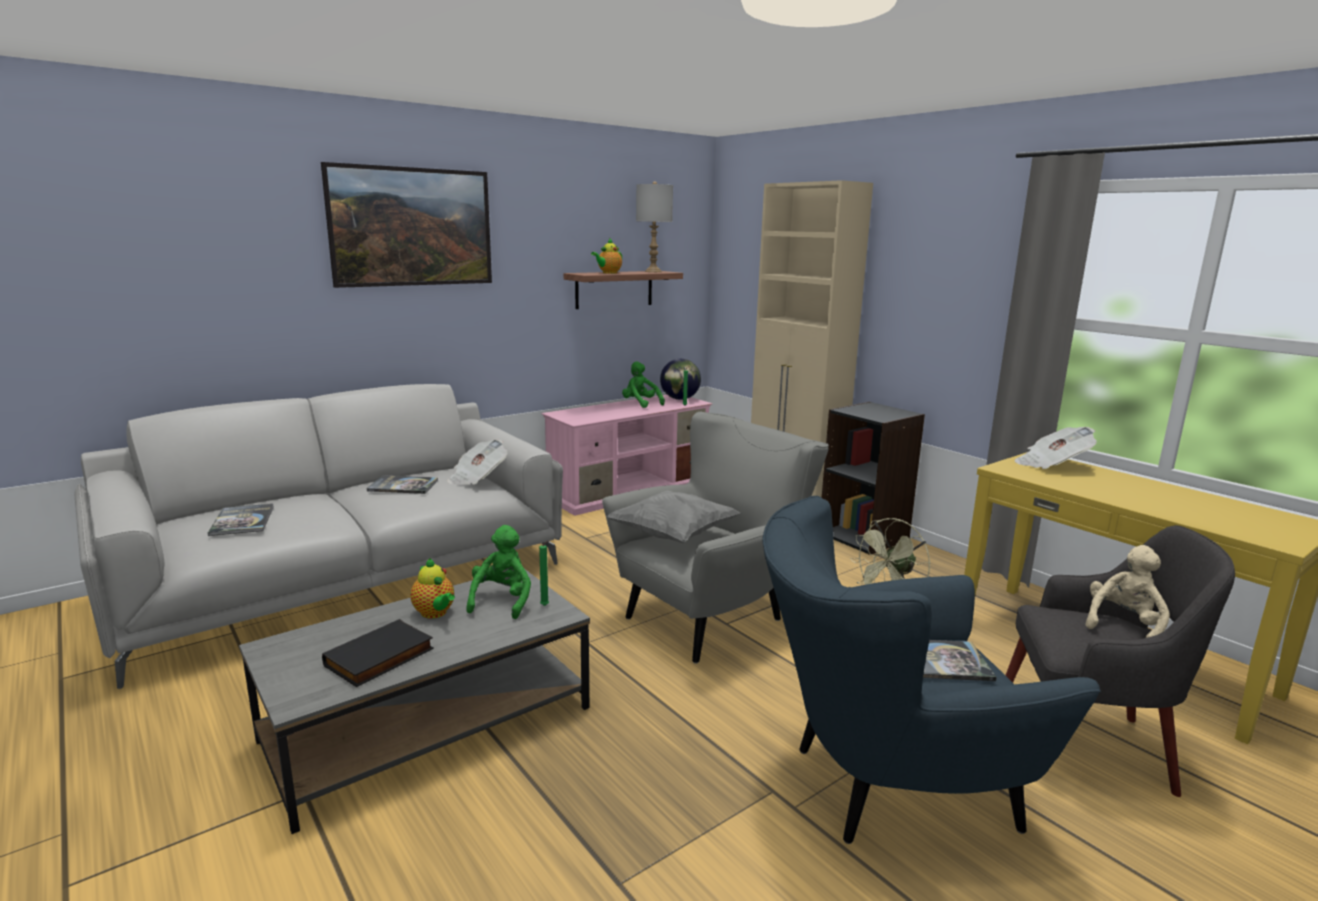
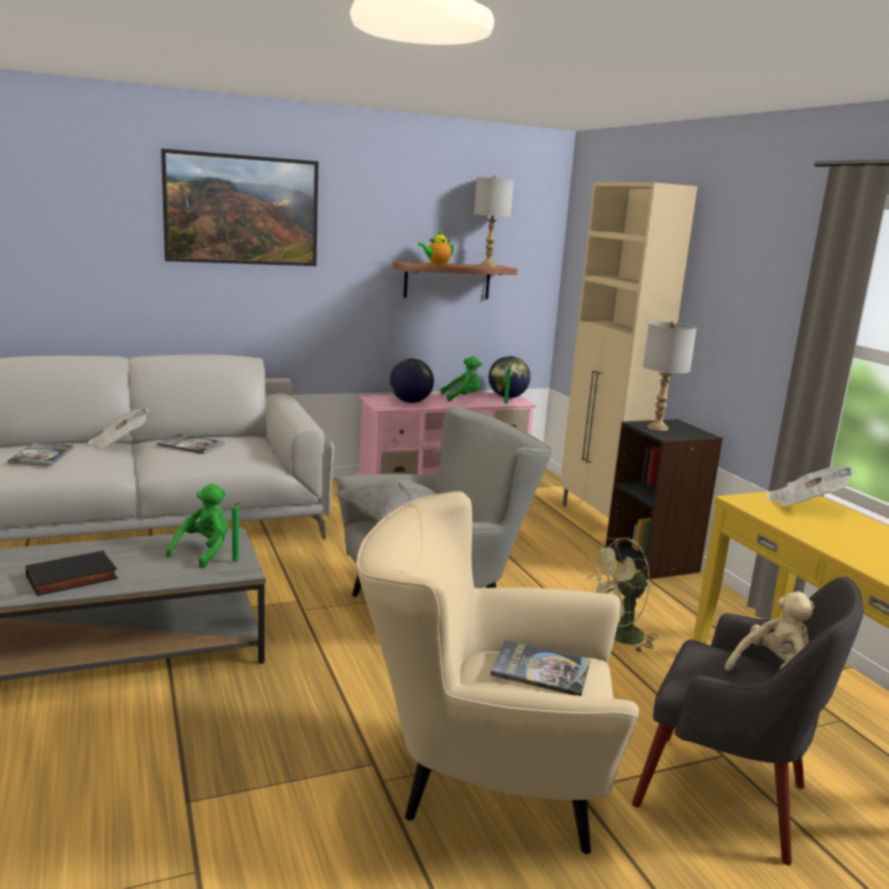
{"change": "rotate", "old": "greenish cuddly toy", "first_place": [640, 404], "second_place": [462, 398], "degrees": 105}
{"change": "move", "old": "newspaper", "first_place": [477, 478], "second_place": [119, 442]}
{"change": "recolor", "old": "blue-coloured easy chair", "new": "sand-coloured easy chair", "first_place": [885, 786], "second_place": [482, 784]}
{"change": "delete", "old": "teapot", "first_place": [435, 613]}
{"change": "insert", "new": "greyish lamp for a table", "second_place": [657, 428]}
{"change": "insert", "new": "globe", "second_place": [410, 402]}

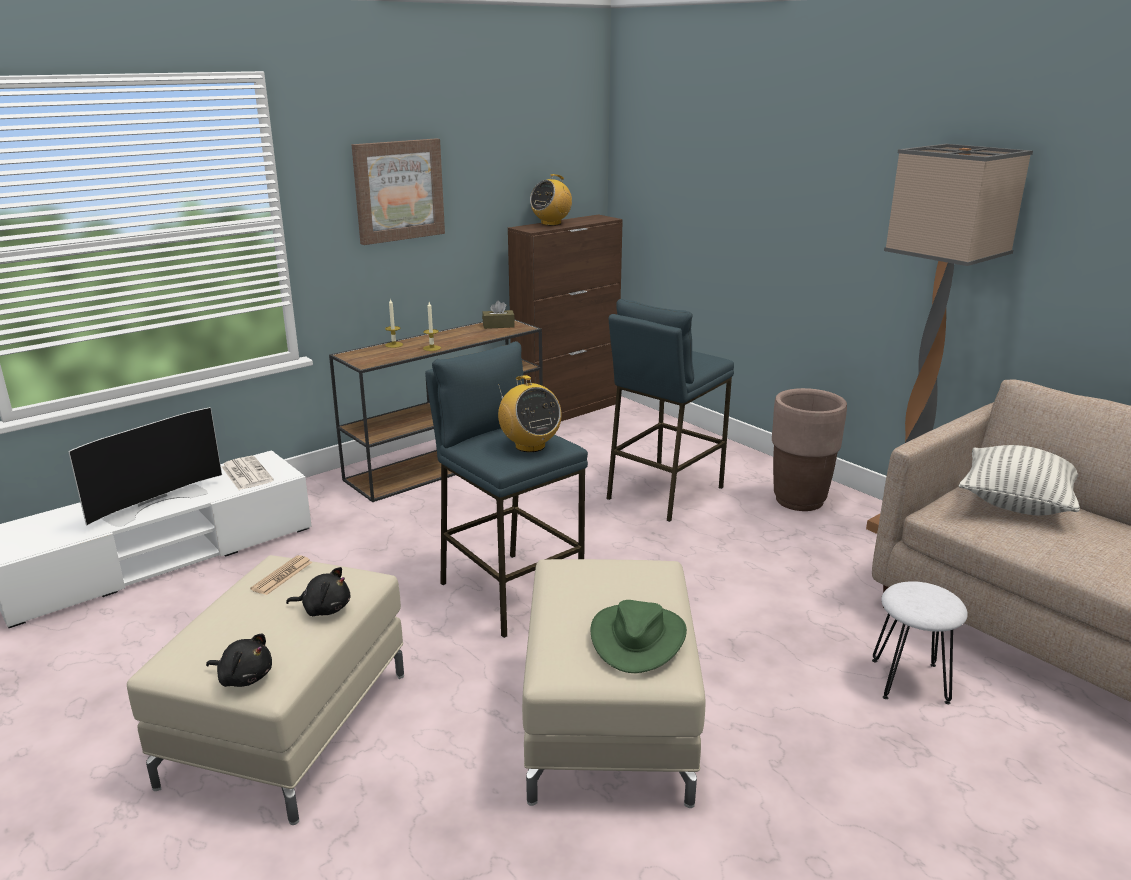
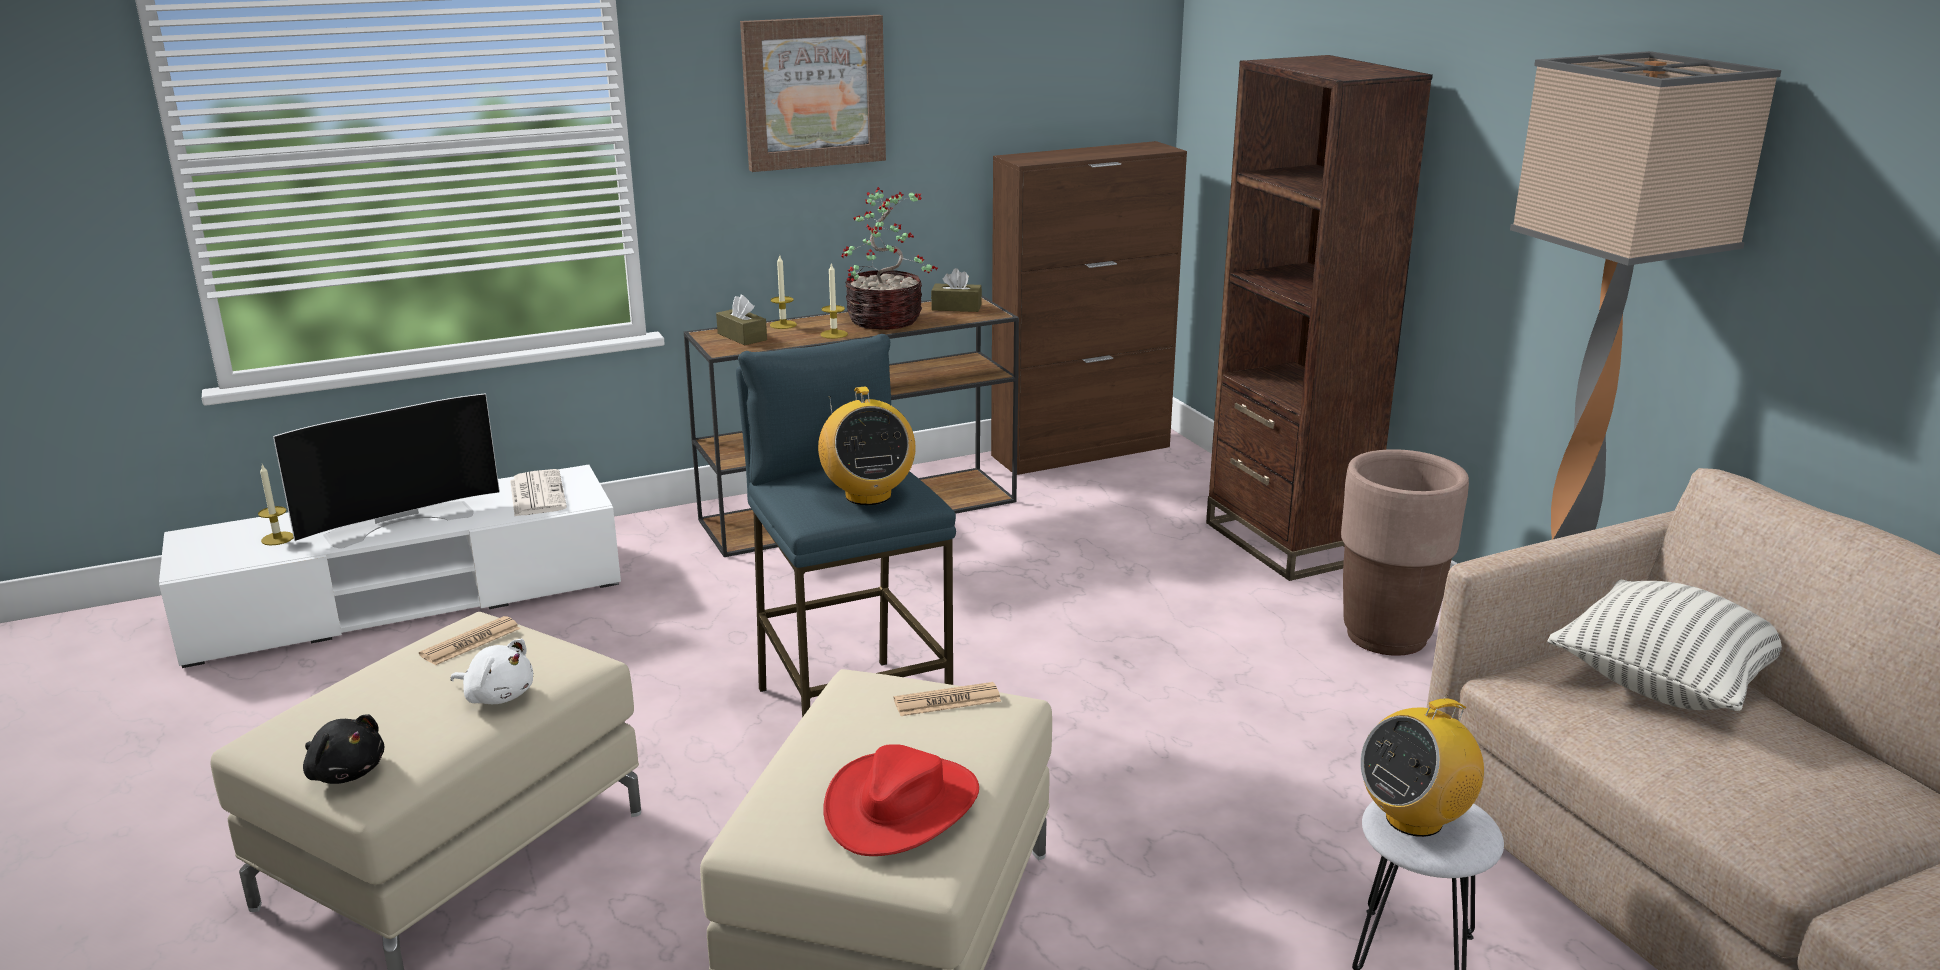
{"change": "move", "old": "radio set", "first_place": [551, 223], "second_place": [1414, 819]}
{"change": "delete", "old": "blue-coloured stool", "first_place": [663, 492]}
{"change": "recolor", "old": "black-coloured cuddly toy", "new": "whitish cuddly toy", "first_place": [324, 609], "second_place": [497, 696]}
{"change": "recolor", "old": "greenish hat", "new": "red-coloured hat", "first_place": [637, 638], "second_place": [901, 805]}
{"change": "insert", "new": "brownish bookcase", "second_place": [1286, 542]}
{"change": "insert", "new": "potted plant", "second_place": [887, 320]}
{"change": "insert", "new": "brownish box of tissues", "second_place": [742, 337]}
{"change": "insert", "new": "candle", "second_place": [277, 538]}
{"change": "insert", "new": "newspaper", "second_place": [947, 701]}

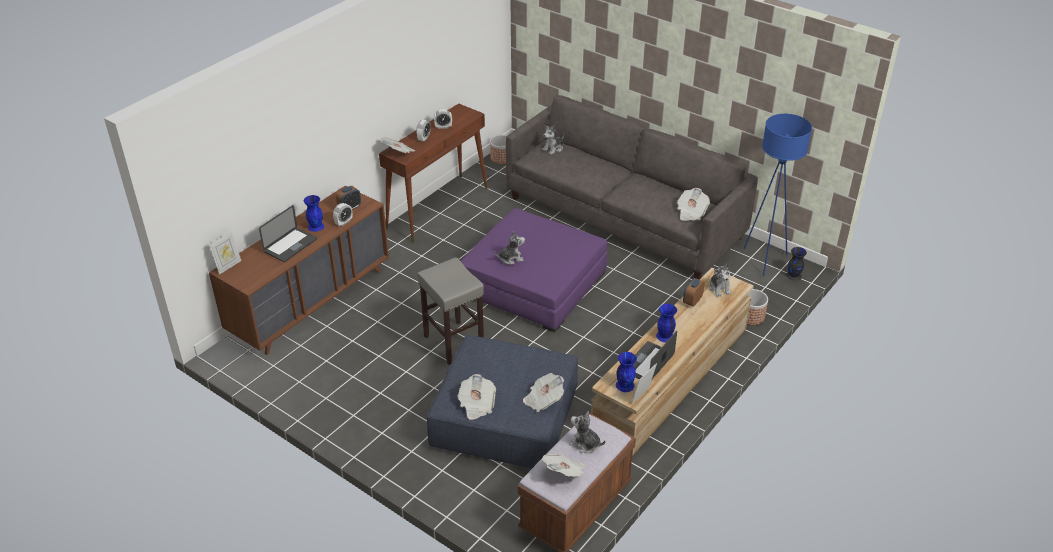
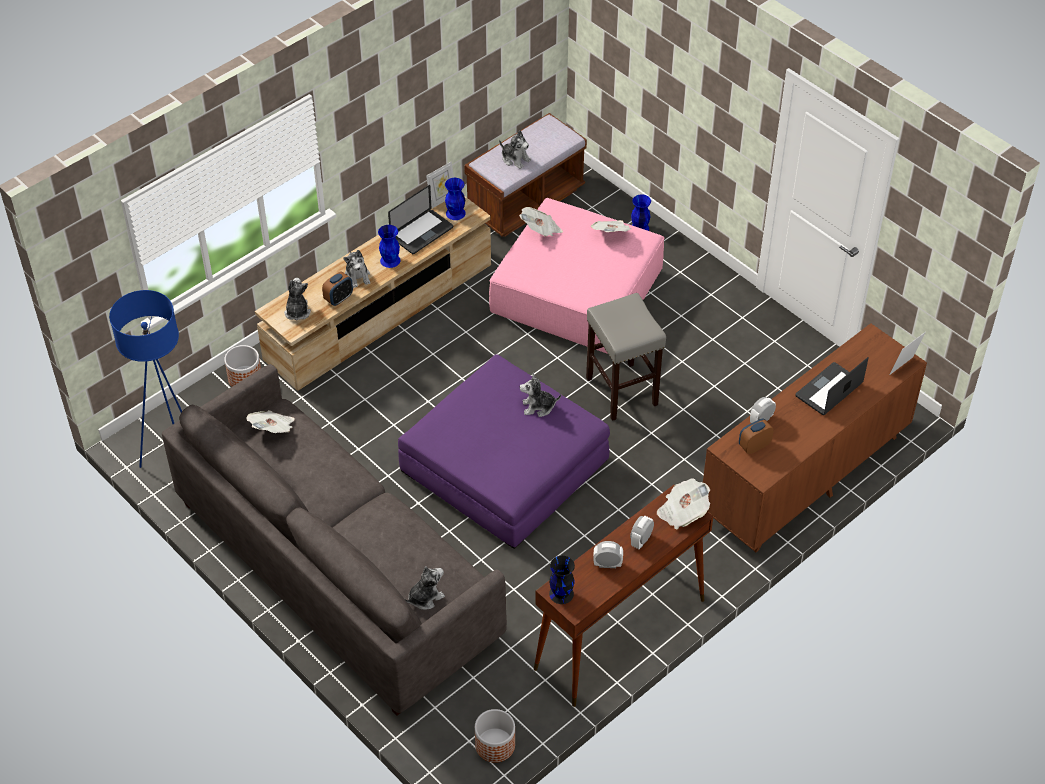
{"change": "move", "old": "blue-coloured flower vase", "first_place": [316, 226], "second_place": [639, 228]}
{"change": "move", "old": "black-coloured flower vase", "first_place": [794, 276], "second_place": [561, 593]}
{"change": "recolor", "old": "blue-coloured ottoman", "new": "pink ottoman", "first_place": [504, 418], "second_place": [577, 293]}
{"change": "delete", "old": "newspaper", "first_place": [565, 472]}
{"change": "insert", "new": "cuddly toy", "second_place": [357, 276]}

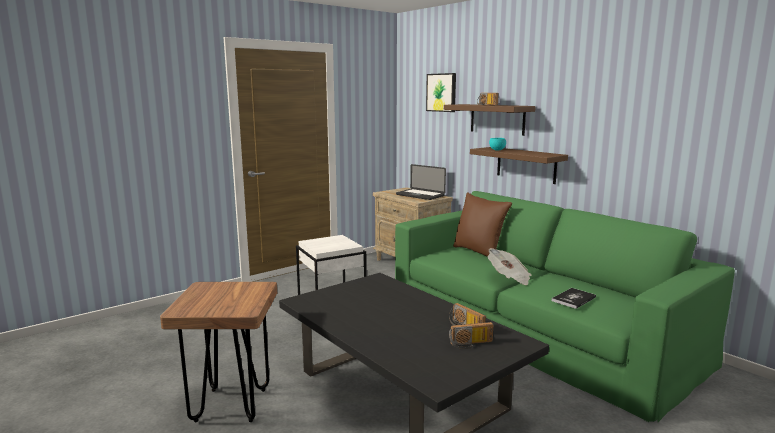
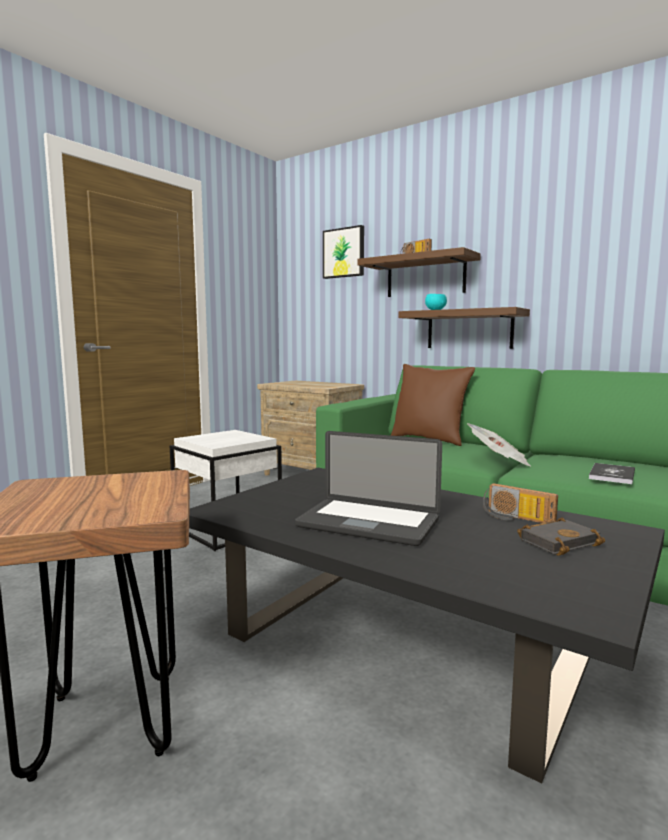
{"change": "move", "old": "laptop", "first_place": [420, 195], "second_place": [368, 523]}
{"change": "replace", "old": "radio set", "new": "black-coloured book", "first_place": [471, 344], "second_place": [558, 541]}

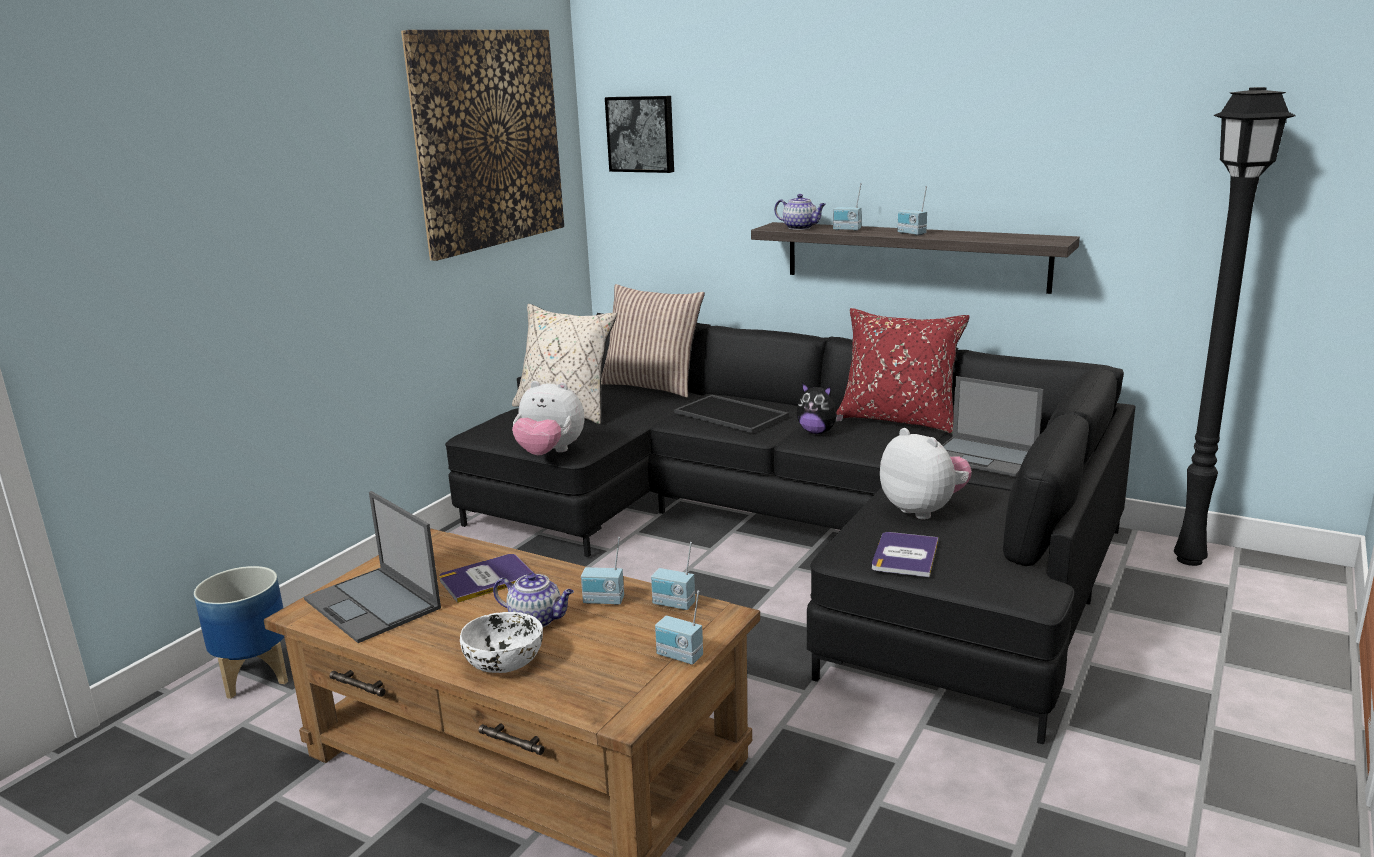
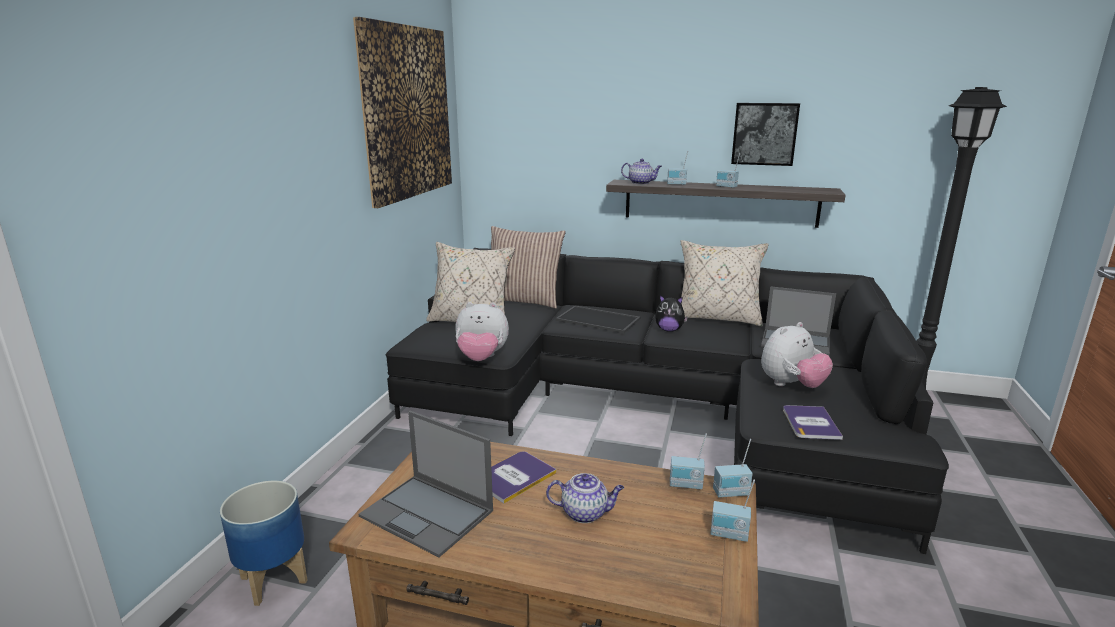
{"change": "move", "old": "picture", "first_place": [641, 134], "second_place": [764, 134]}
{"change": "recolor", "old": "red-coloured pillow", "new": "sand-coloured pillow", "first_place": [899, 420], "second_place": [717, 318]}
{"change": "rotate", "old": "cuddly toy", "first_place": [923, 510], "second_place": [791, 385], "degrees": 105}
{"change": "move", "old": "radio set", "first_place": [603, 601], "second_place": [731, 493]}
{"change": "delete", "old": "whitish deep dish", "first_place": [505, 661]}

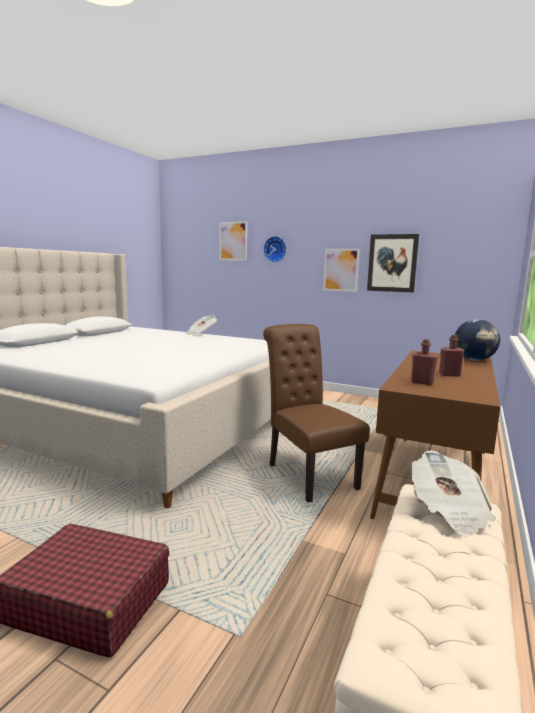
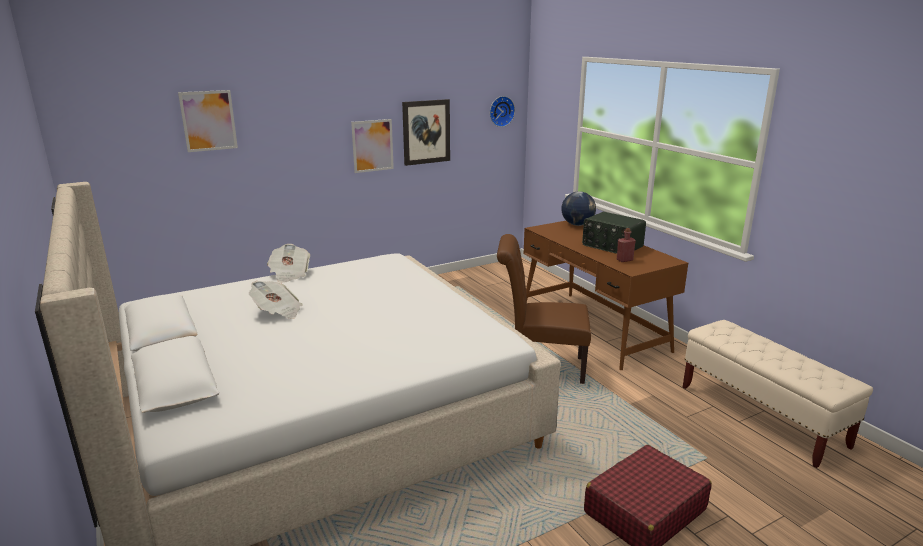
{"change": "move", "old": "clock on the wall", "first_place": [275, 249], "second_place": [501, 111]}
{"change": "replace", "old": "red-coloured drink bottle", "new": "radio set", "first_place": [449, 375], "second_place": [612, 246]}
{"change": "move", "old": "newspaper", "first_place": [449, 511], "second_place": [278, 312]}

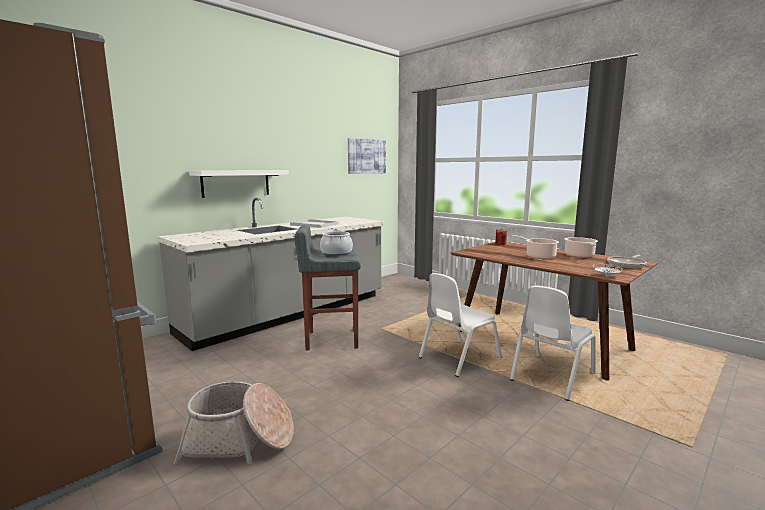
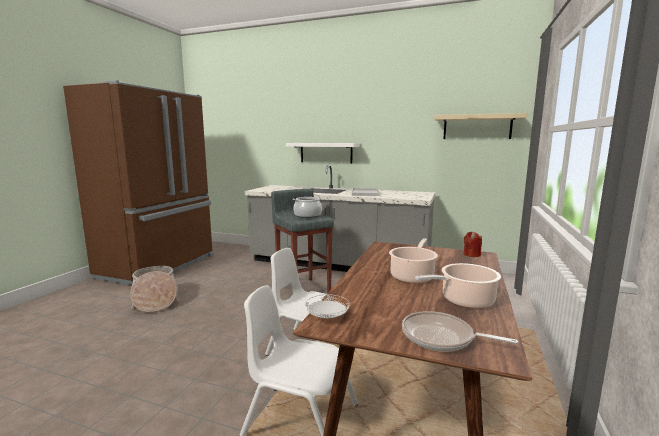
{"change": "replace", "old": "picture", "new": "sand-coloured shelf", "first_place": [366, 156], "second_place": [477, 127]}

